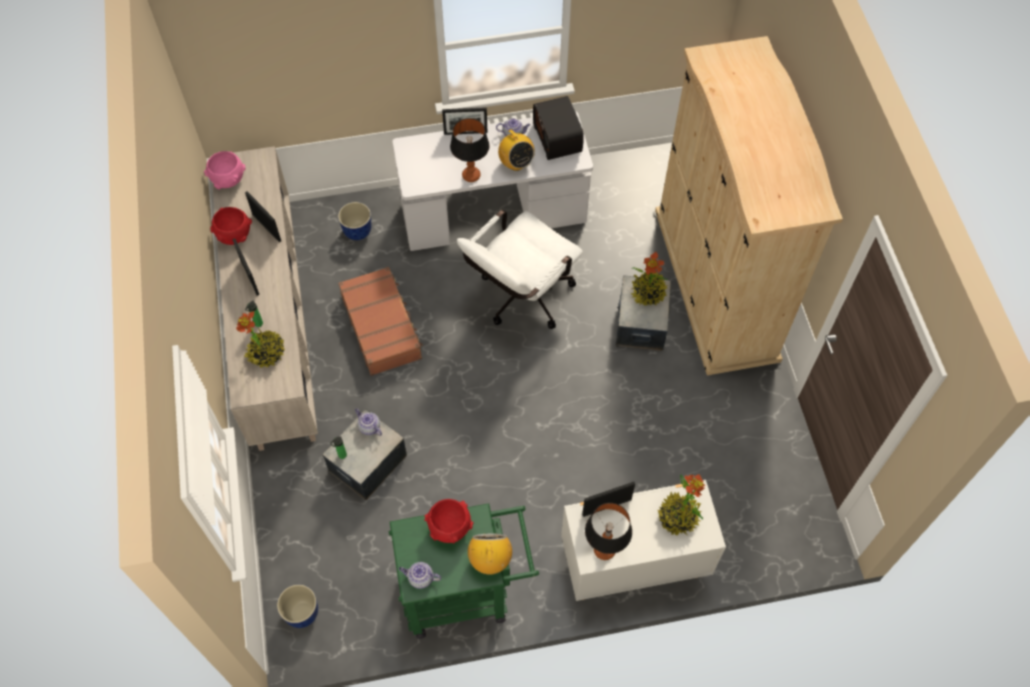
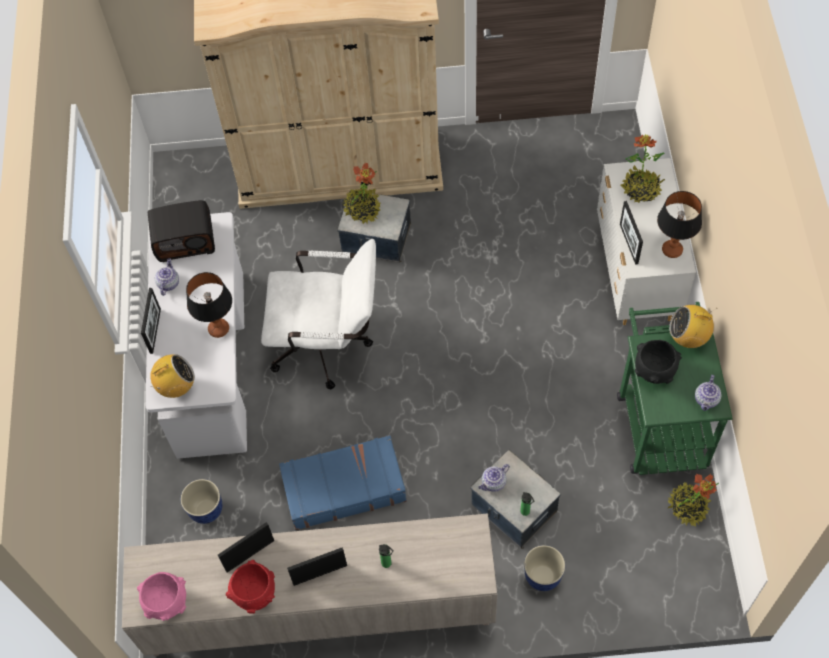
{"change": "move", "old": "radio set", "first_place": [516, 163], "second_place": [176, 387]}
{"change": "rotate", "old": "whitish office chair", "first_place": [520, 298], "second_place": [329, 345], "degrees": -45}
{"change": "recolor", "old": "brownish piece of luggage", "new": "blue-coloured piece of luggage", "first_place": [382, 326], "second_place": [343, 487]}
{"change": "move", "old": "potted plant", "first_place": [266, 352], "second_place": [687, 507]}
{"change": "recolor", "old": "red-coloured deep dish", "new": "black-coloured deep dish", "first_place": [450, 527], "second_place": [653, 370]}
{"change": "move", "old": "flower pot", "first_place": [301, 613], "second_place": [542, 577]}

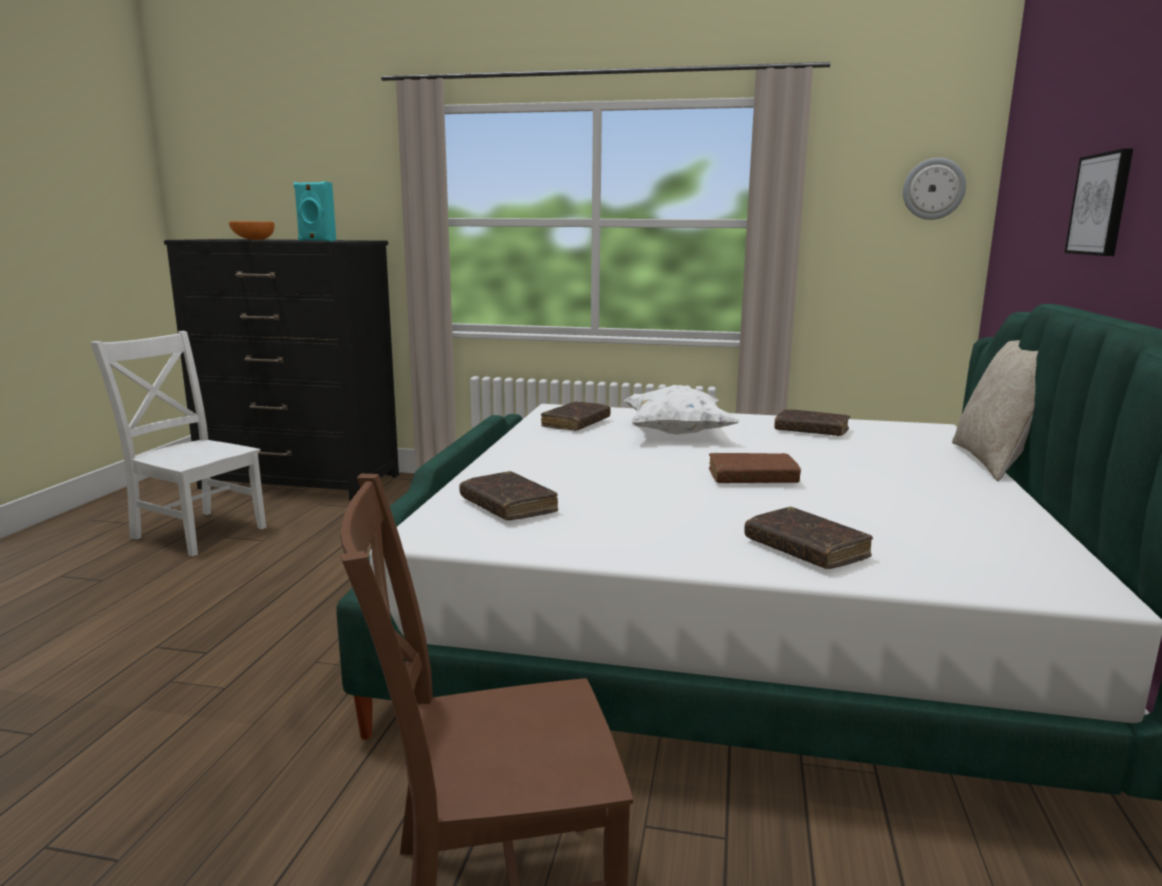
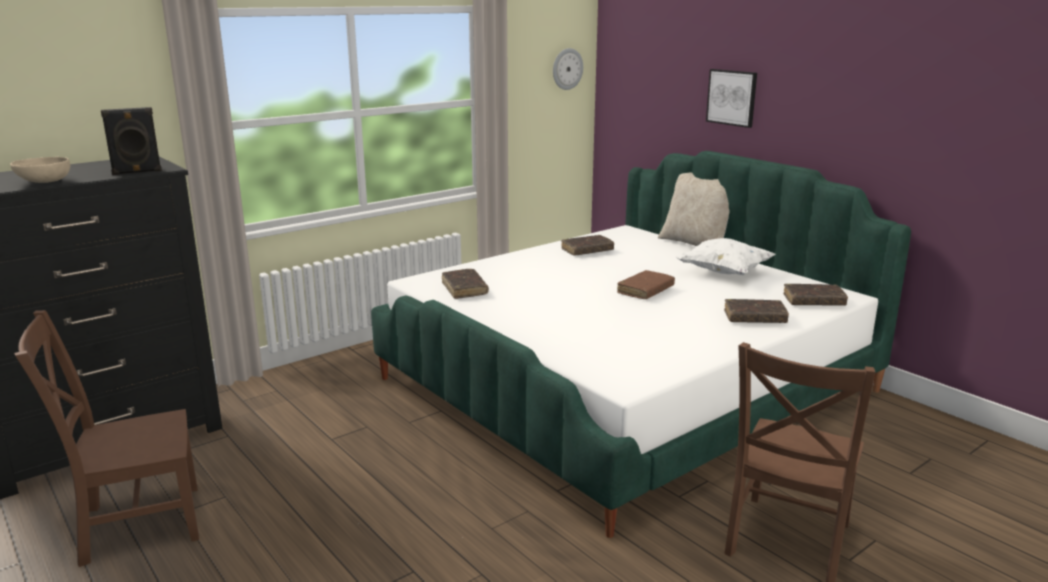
{"change": "recolor", "old": "turquoise loudspeaker", "new": "black-coloured loudspeaker", "first_place": [316, 240], "second_place": [137, 172]}
{"change": "recolor", "old": "orange deep dish", "new": "sand-coloured deep dish", "first_place": [253, 240], "second_place": [43, 182]}
{"change": "recolor", "old": "whitish chair", "new": "brownish chair", "first_place": [196, 531], "second_place": [135, 525]}
{"change": "move", "old": "whitish pillow", "first_place": [676, 433], "second_place": [723, 272]}
{"change": "move", "old": "brownish book", "first_place": [508, 506], "second_place": [813, 301]}

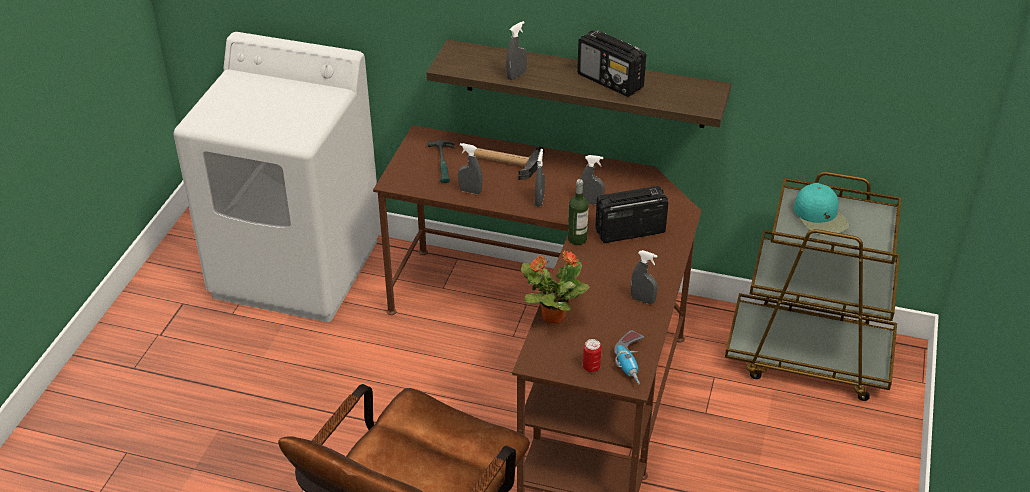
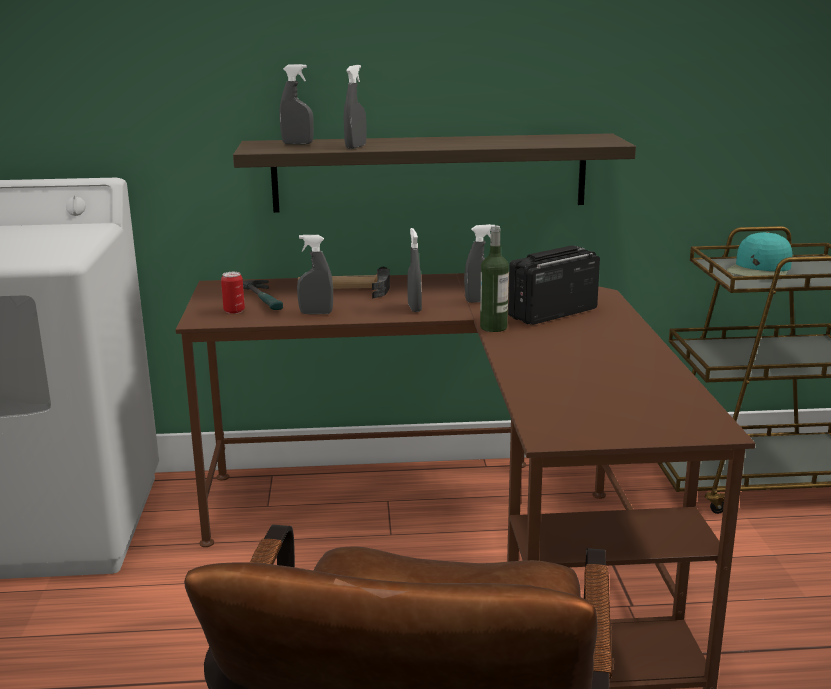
{"change": "delete", "old": "radio set", "first_place": [610, 81]}
{"change": "rotate", "old": "turquoise cap", "first_place": [820, 217], "second_place": [760, 270], "degrees": 75}
{"change": "move", "old": "greyish sprayer", "first_place": [642, 300], "second_place": [297, 144]}
{"change": "delete", "old": "potted plant", "first_place": [552, 316]}
{"change": "delete", "old": "power drill", "first_place": [633, 363]}
{"change": "move", "old": "metal can", "first_place": [591, 367], "second_place": [234, 311]}

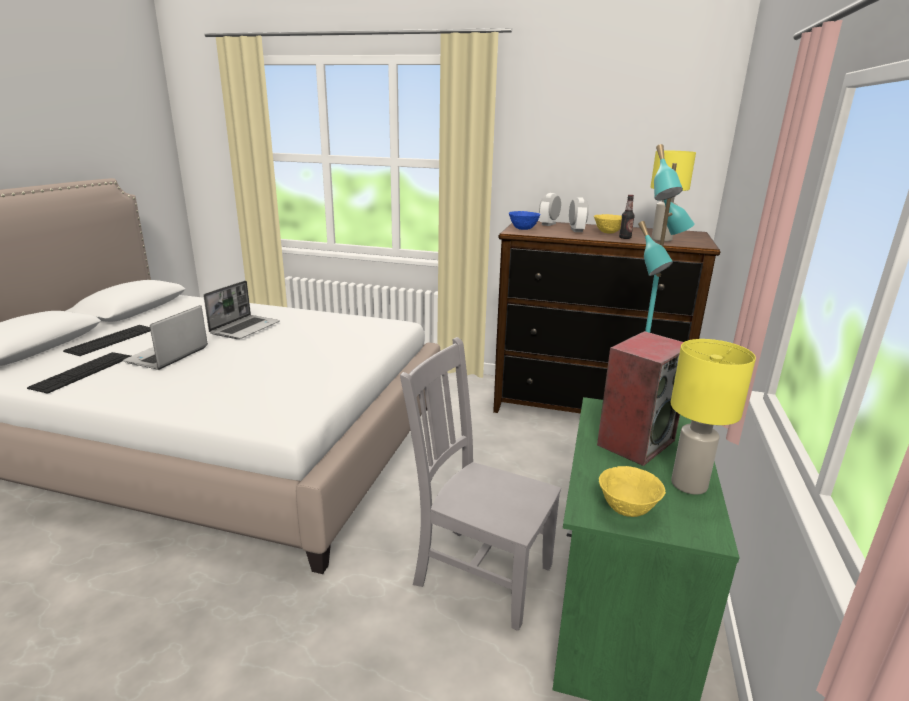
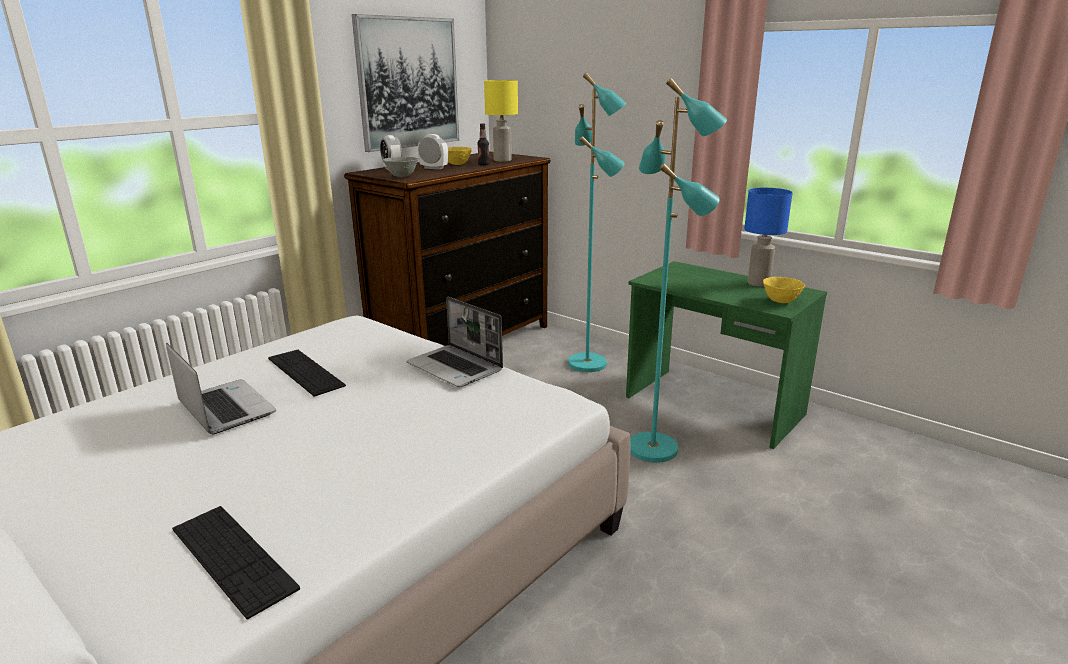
{"change": "recolor", "old": "blue-coloured deep dish", "new": "greyish deep dish", "first_place": [523, 229], "second_place": [401, 176]}
{"change": "move", "old": "laptop", "first_place": [167, 356], "second_place": [456, 367]}
{"change": "move", "old": "PC keyboard", "first_place": [111, 340], "second_place": [305, 372]}
{"change": "delete", "old": "loudspeaker", "first_place": [635, 442]}
{"change": "replace", "old": "greyish chair", "new": "turquoise standard lamp", "first_place": [479, 572], "second_place": [654, 448]}
{"change": "recolor", "old": "yellowish lamp for a table", "new": "blue-coloured lamp for a table", "first_place": [688, 484], "second_place": [758, 283]}
{"change": "insert", "new": "picture", "second_place": [408, 83]}

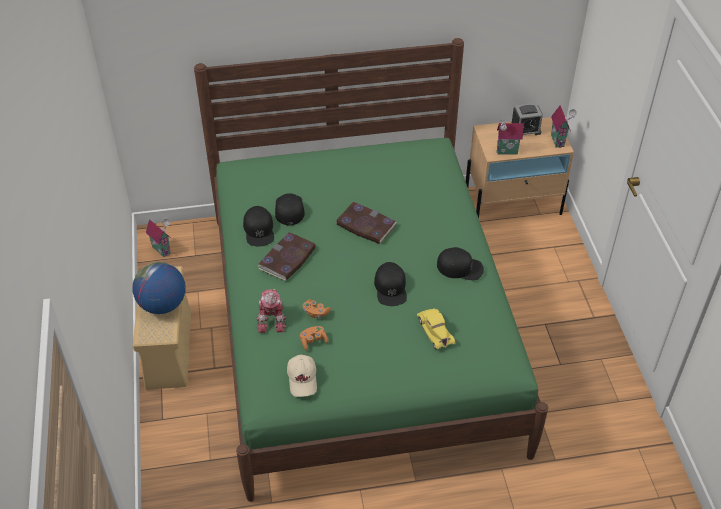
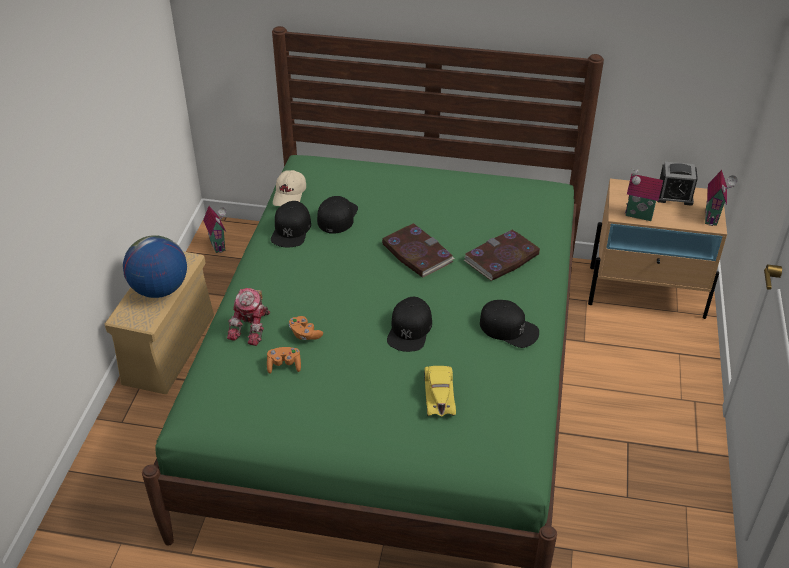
{"change": "move", "old": "book", "first_place": [287, 259], "second_place": [501, 258]}
{"change": "move", "old": "sand-coloured cap", "first_place": [303, 379], "second_place": [290, 195]}

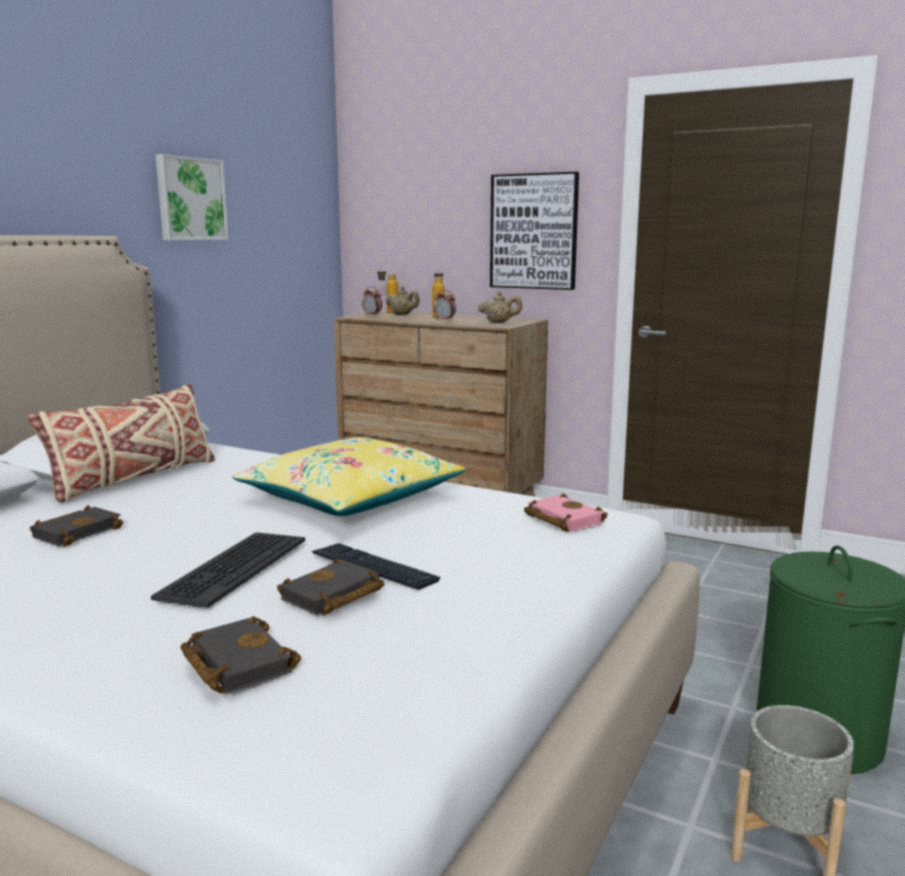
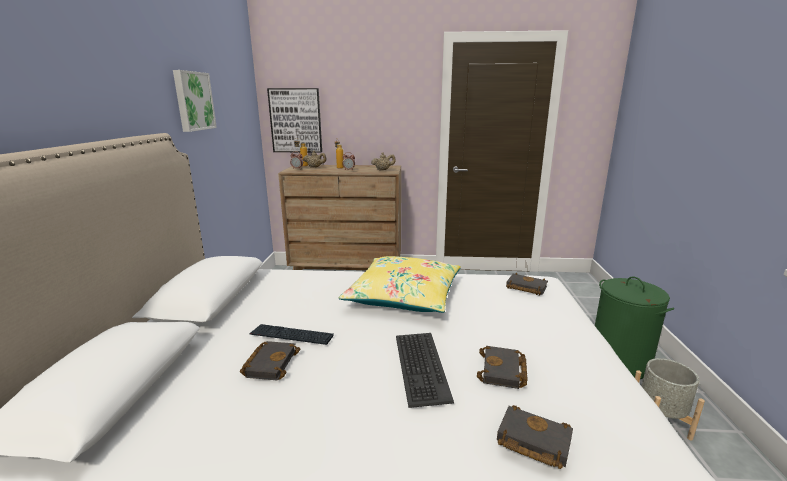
{"change": "move", "old": "picture", "first_place": [534, 231], "second_place": [296, 120]}
{"change": "delete", "old": "sand-coloured pillow", "first_place": [133, 479]}
{"change": "recolor", "old": "pink book", "new": "black-coloured book", "first_place": [561, 519], "second_place": [525, 287]}
{"change": "move", "old": "PC keyboard", "first_place": [374, 568], "second_place": [291, 336]}

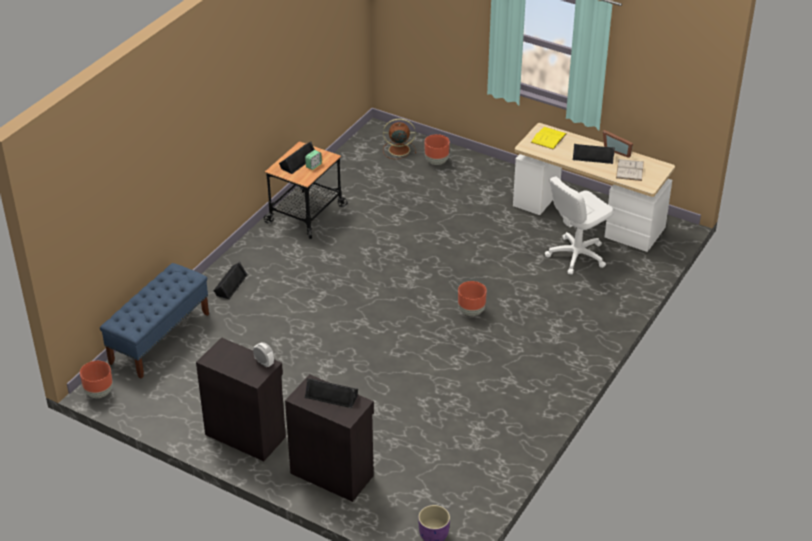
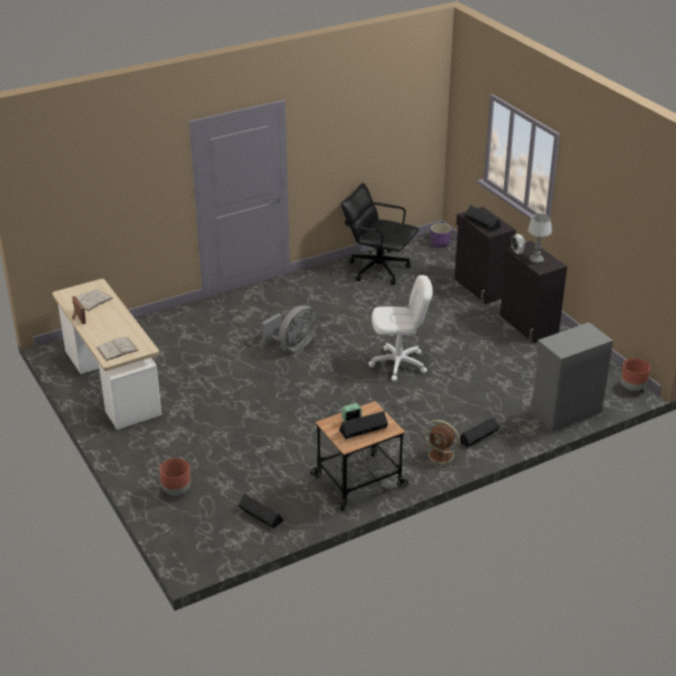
{"change": "move", "old": "brownish fan", "first_place": [398, 150], "second_place": [442, 455]}
{"change": "recolor", "old": "yellowish book", "new": "whitish book", "first_place": [548, 138], "second_place": [117, 349]}
{"change": "move", "old": "black-coloured loudspeaker", "first_place": [593, 156], "second_place": [260, 515]}
{"change": "move", "old": "whitish office chair", "first_place": [576, 255], "second_place": [399, 364]}
{"change": "replace", "old": "blue-coloured long seat", "new": "greyish cabinet", "first_place": [160, 338], "second_place": [565, 412]}
{"change": "replace", "old": "brownish flower pot", "new": "greyish fan", "first_place": [471, 312], "second_place": [293, 346]}
{"change": "insert", "new": "black-coloured office chair", "second_place": [378, 269]}
{"change": "insert", "new": "lamp for a table", "second_place": [536, 260]}

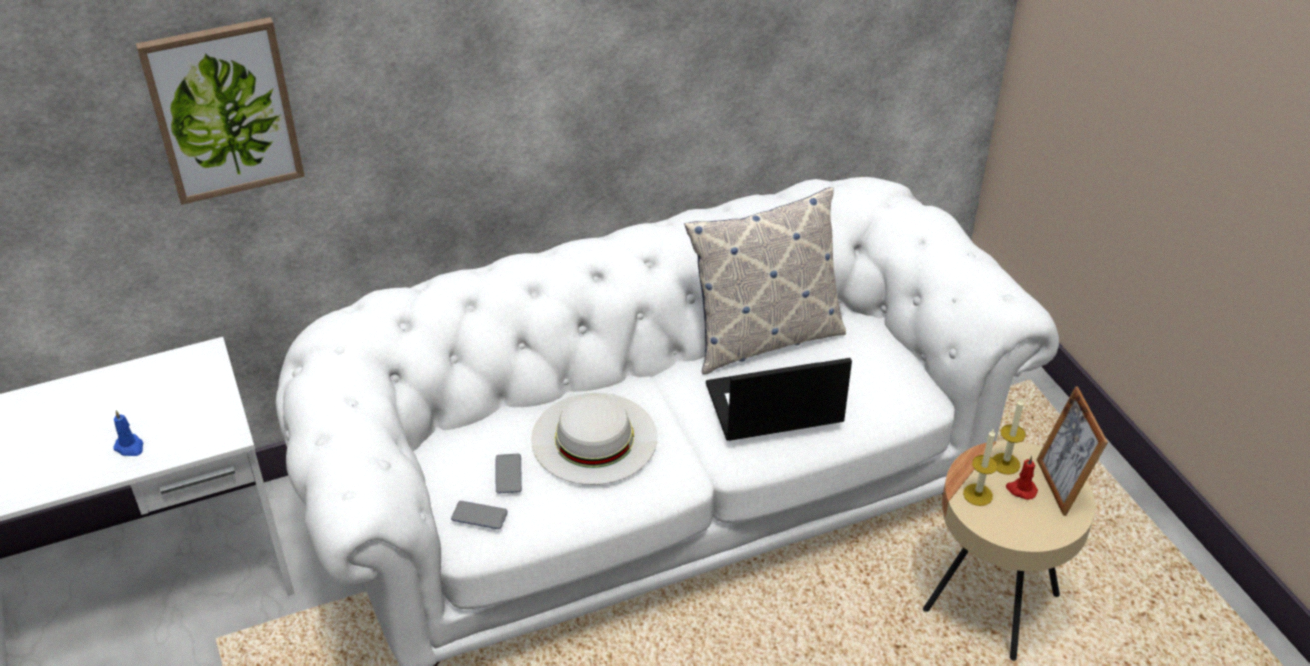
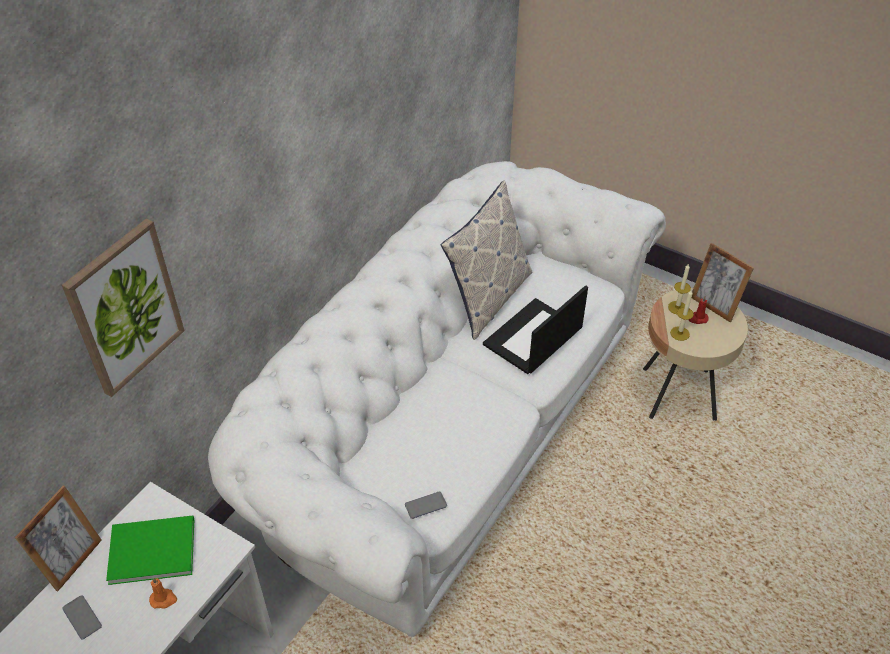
{"change": "delete", "old": "whitish hat", "first_place": [594, 438]}
{"change": "recolor", "old": "blue-coloured candle", "new": "orange candle", "first_place": [130, 447], "second_place": [164, 599]}
{"change": "move", "old": "phone", "first_place": [508, 474], "second_place": [82, 617]}
{"change": "insert", "new": "photo frame", "second_place": [72, 561]}
{"change": "insert", "new": "greenish book", "second_place": [150, 549]}

